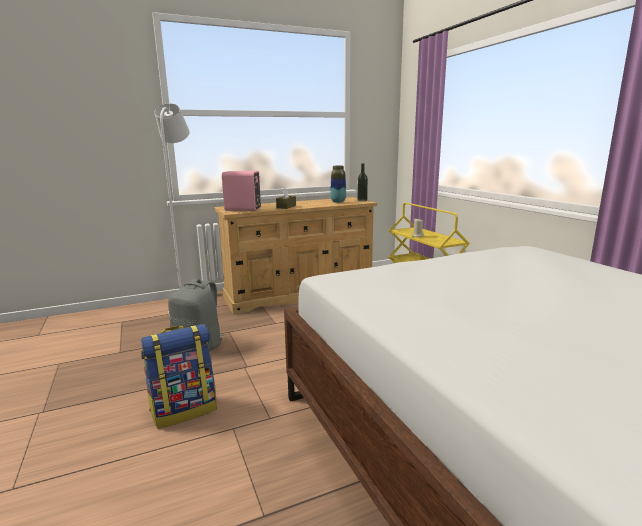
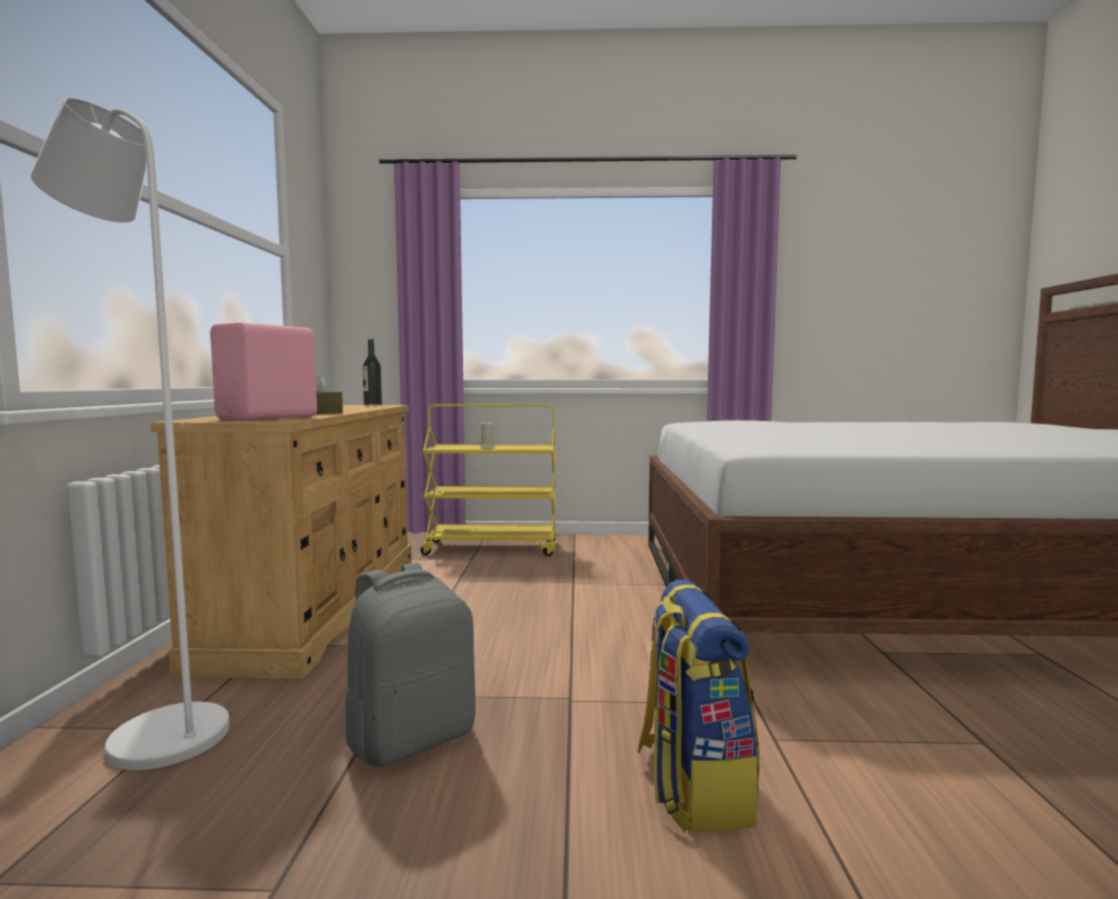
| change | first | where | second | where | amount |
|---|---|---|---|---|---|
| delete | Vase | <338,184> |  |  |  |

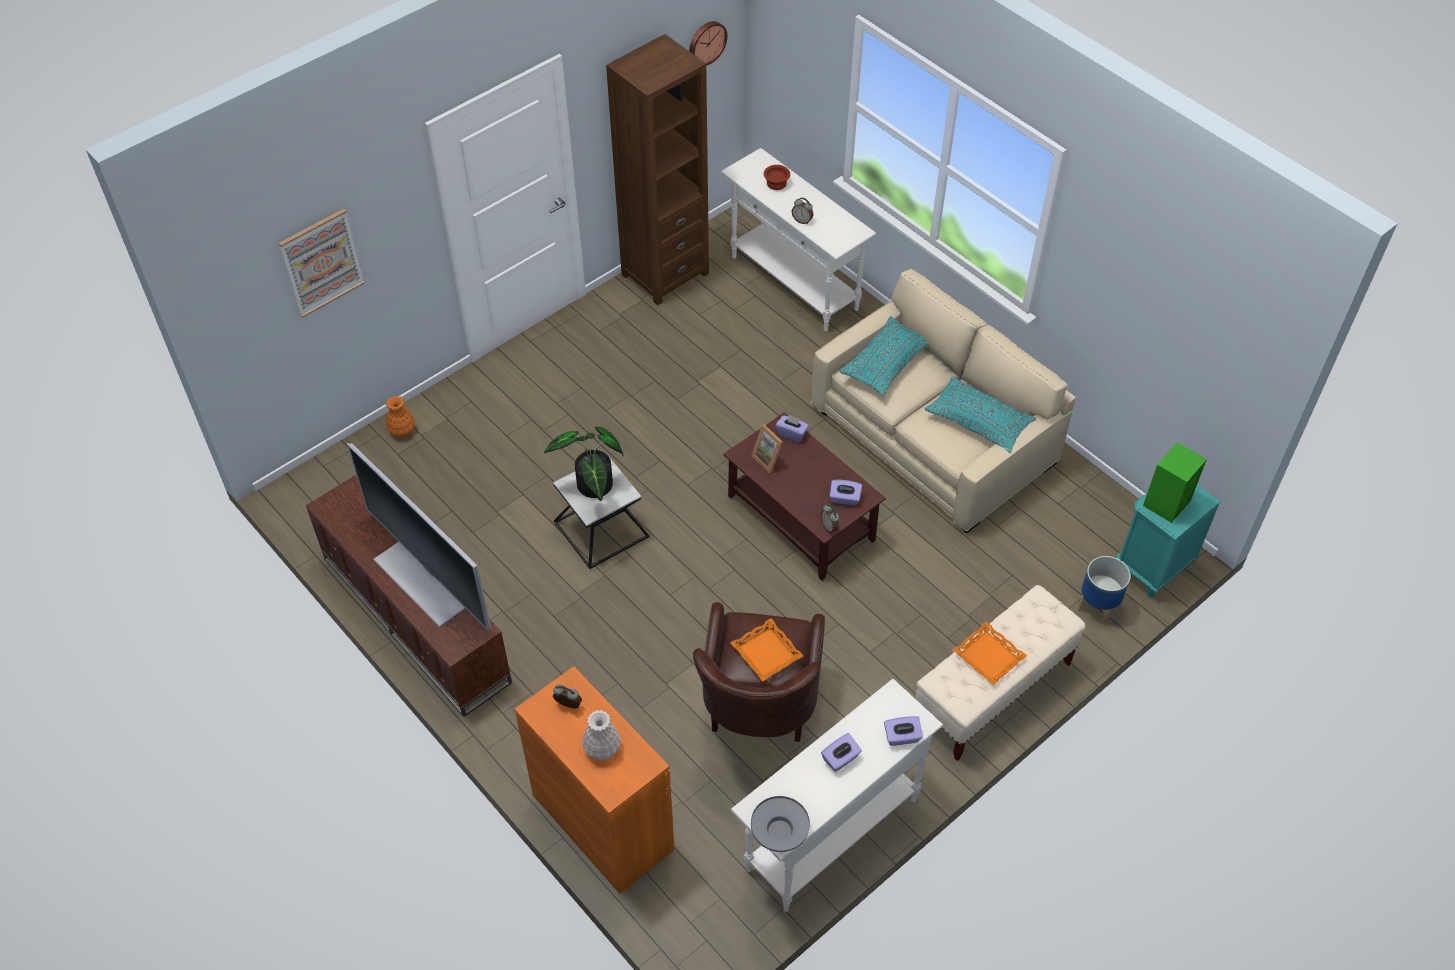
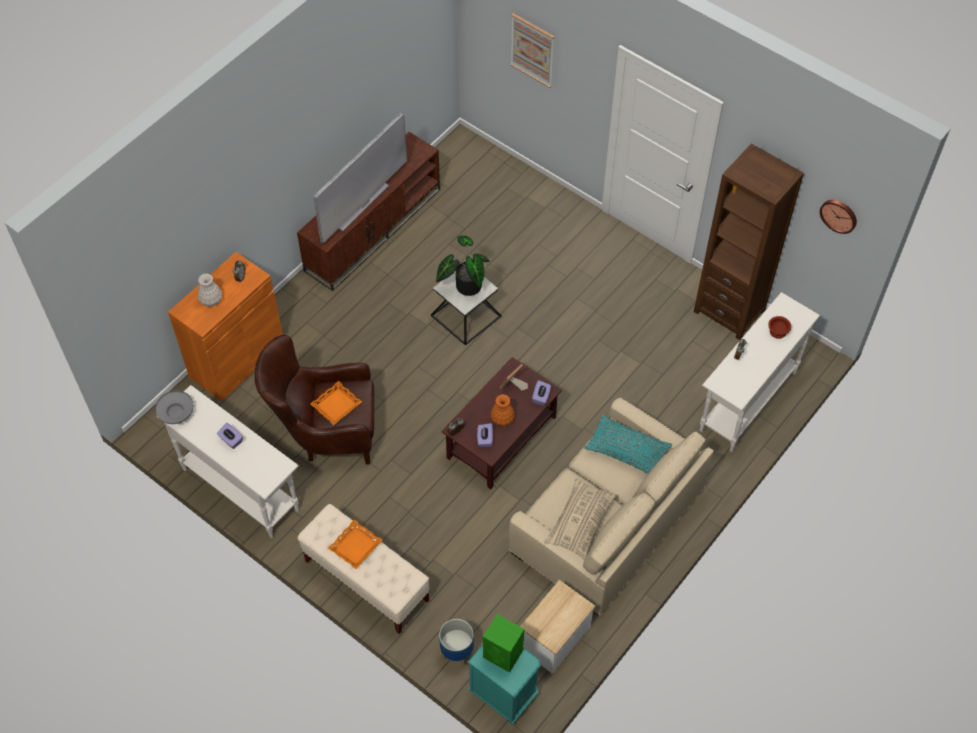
| change | first | where | second | where | amount |
|---|---|---|---|---|---|
| recolor | Kissen [türkis] | <980,414> | Kissen [beige] | <580,519> |  |
| move | Vase [orange] | <400,417> |  | <503,410> |  |
| delete | Taschentuchbox [lila] | <903,731> |  |  |  |
| insert |  |  | Beistelltisch | <557,627> |  |

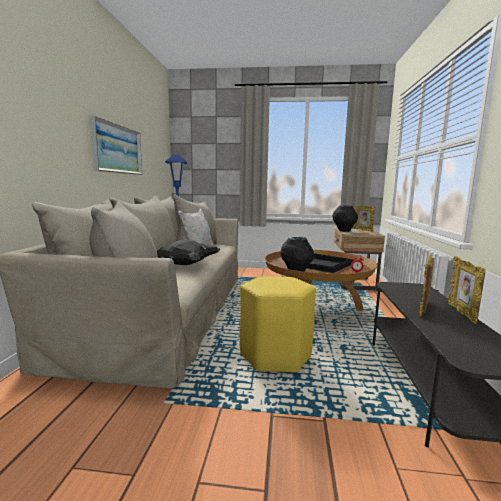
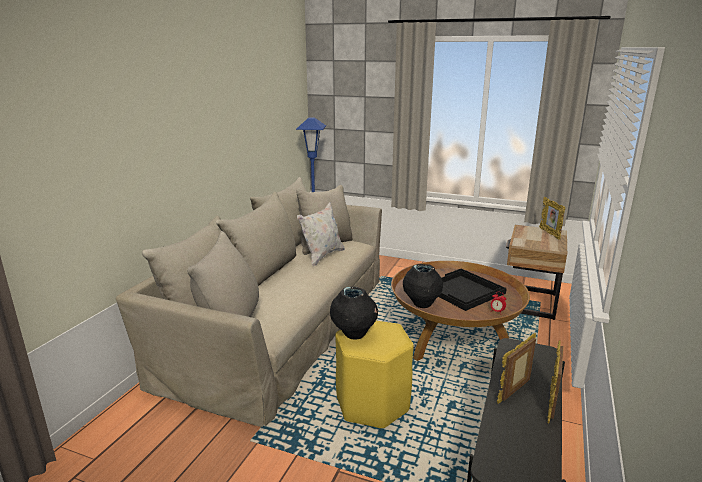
| change | first | where | second | where | amount |
|---|---|---|---|---|---|
| delete | Bild | <116,145> |  |  |  |
| move | Vase [schwarz] | <345,218> |  | <354,313> |  |
| delete | Kissen [schwarz] | <189,252> |  |  |  |

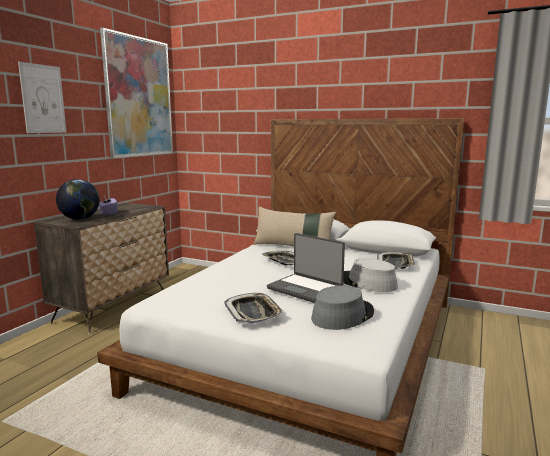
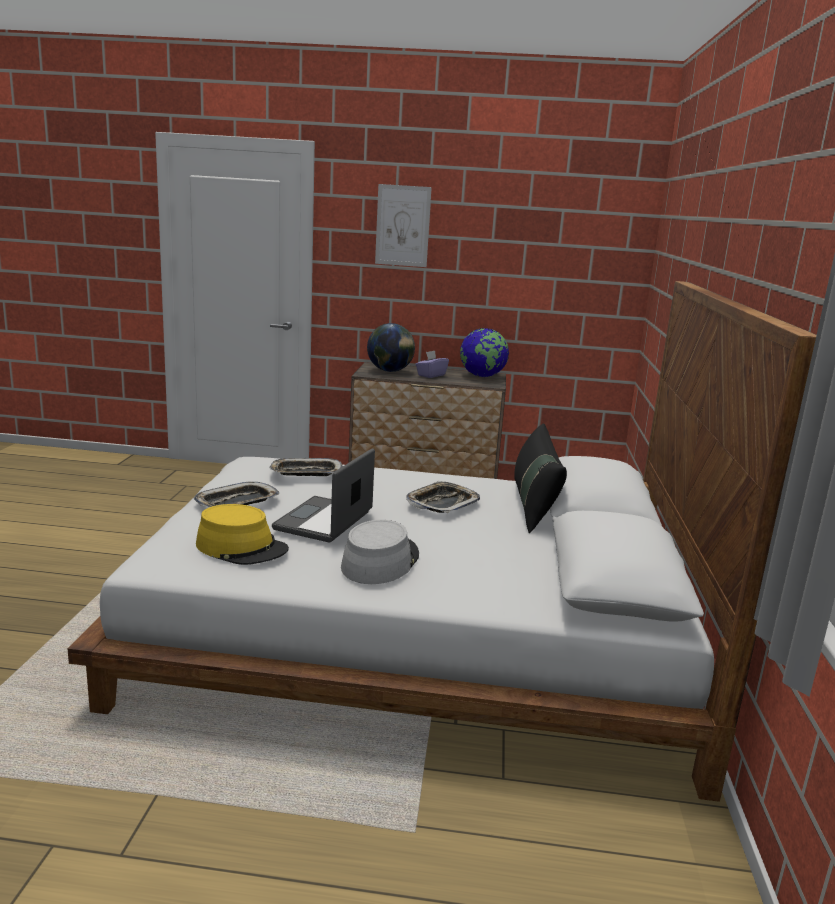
| change | first | where | second | where | amount |
|---|---|---|---|---|---|
| delete | Bild | <136,93> |  |  |  |
| recolor | Kissen [beige] | <295,226> | Kissen [schwarz] | <541,478> |  |
| move | Tablett | <396,260> |  | <306,467> |  |
| recolor | Hut [grau] | <342,307> | Hut [gelb] | <242,534> |  |
| insert |  |  | Globus | <484,352> |  |

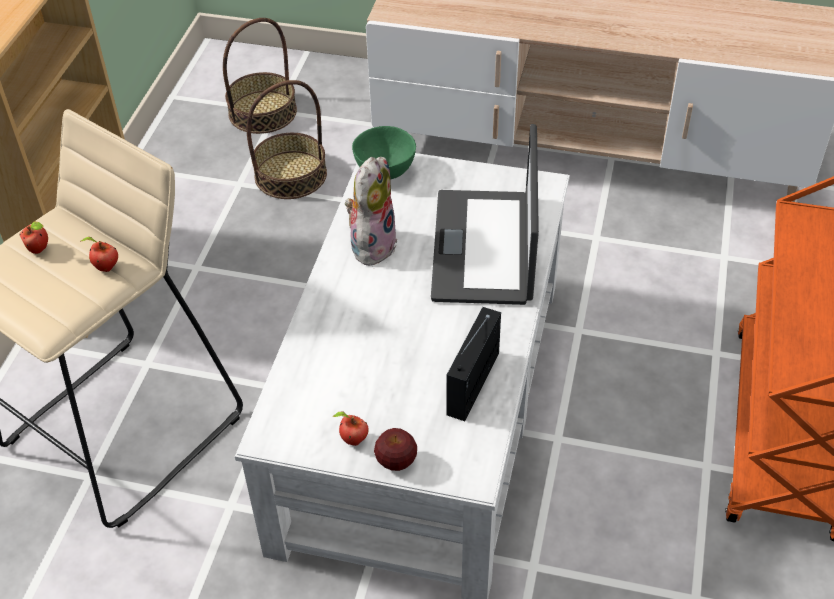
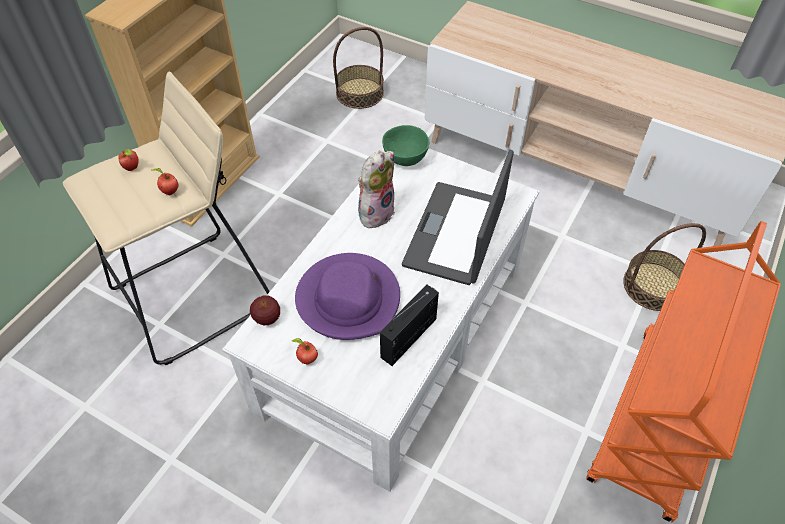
| change | first | where | second | where | amount |
|---|---|---|---|---|---|
| move | Korb | <286,139> |  | <664,267> |  |
| move | Apfel | <395,449> |  | <265,310> |  |
| insert |  |  | Hut [lila] | <347,296> |  |

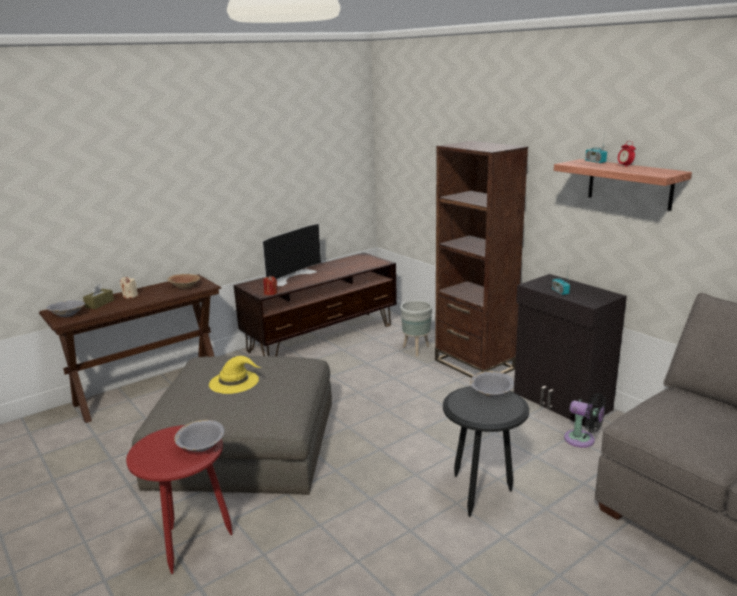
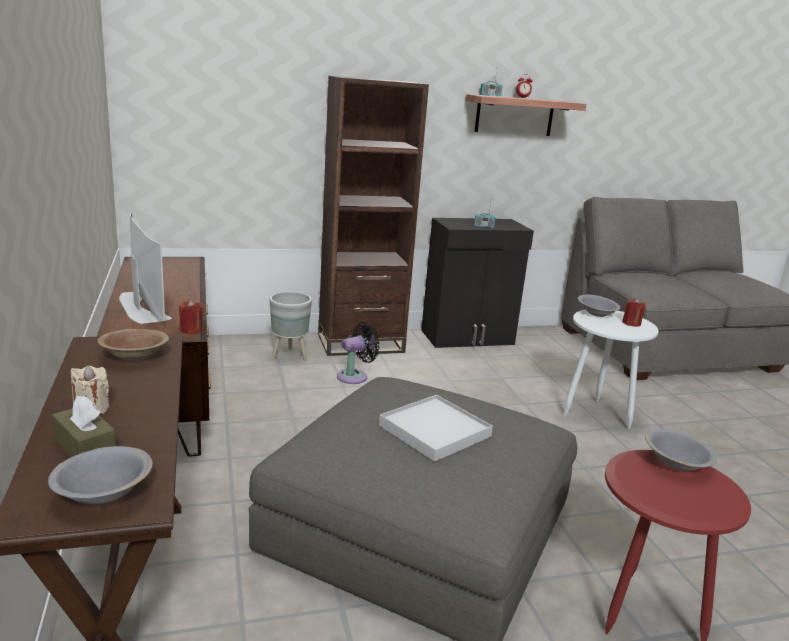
| change | first | where | second | where | amount |
|---|---|---|---|---|---|
| replace | Hut [gelb] | <235,375> | Tablett [weiß] | <436,428> |  |
| recolor | Beistelltisch [schwarz] | <486,451> | Beistelltisch [weiß] | <611,370> |  |
| move | Ventilator [schwarz] | <585,420> |  | <358,353> |  |
| insert |  |  | Kerze [rot] | <634,312> |  |

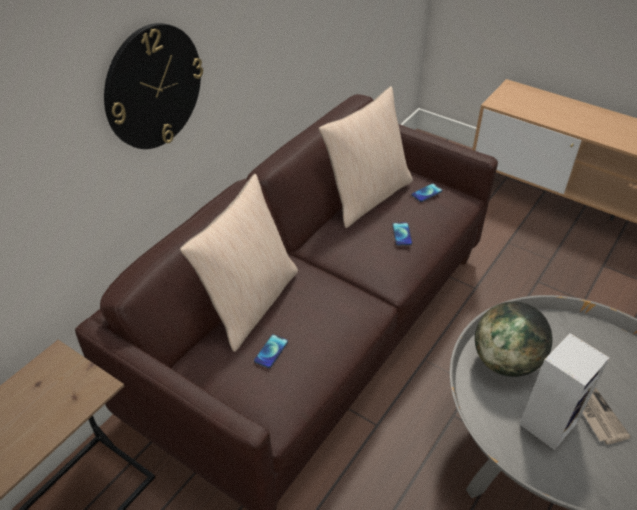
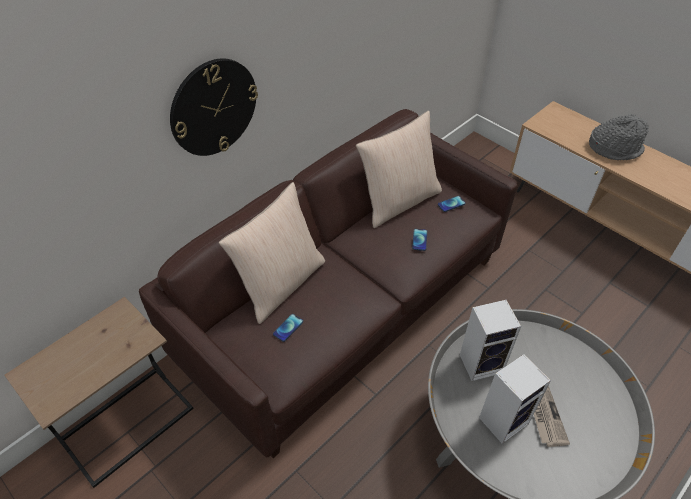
| change | first | where | second | where | amount |
|---|---|---|---|---|---|
| replace | Globus | <514,339> | Lautsprecher | <490,340> |  |
| insert |  |  | Hut [grau] | <619,137> |  |

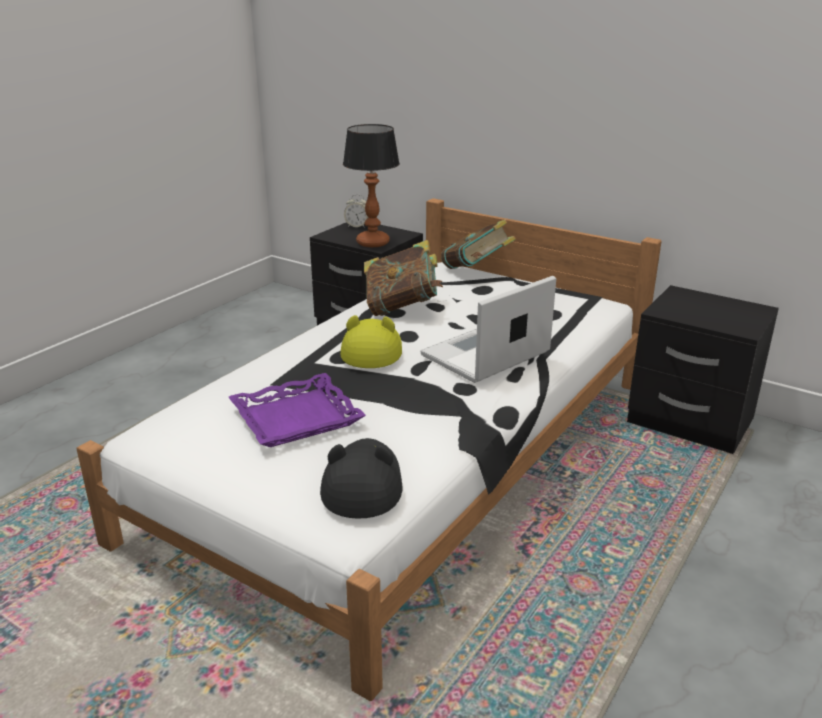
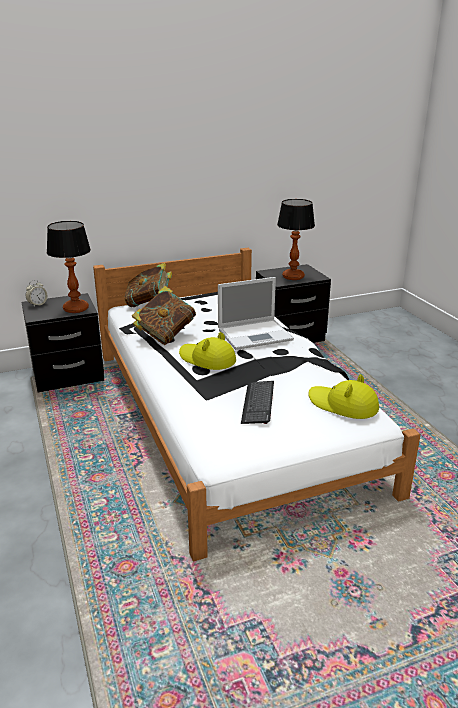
| change | first | where | second | where | amount |
|---|---|---|---|---|---|
| rotate | Laptop | <488,329> |  | <256,313> | 105 degrees counterclockwise |
| replace | Tablett [lila] | <297,410> | Tastatur | <257,402> |  |
| recolor | Hut [schwarz] | <361,478> | Hut [gelb] | <343,396> |  |
| insert |  |  | Tischlampe | <296,239> |  |

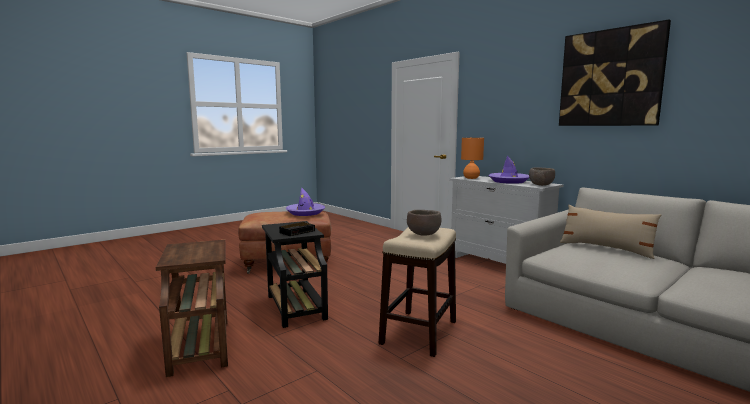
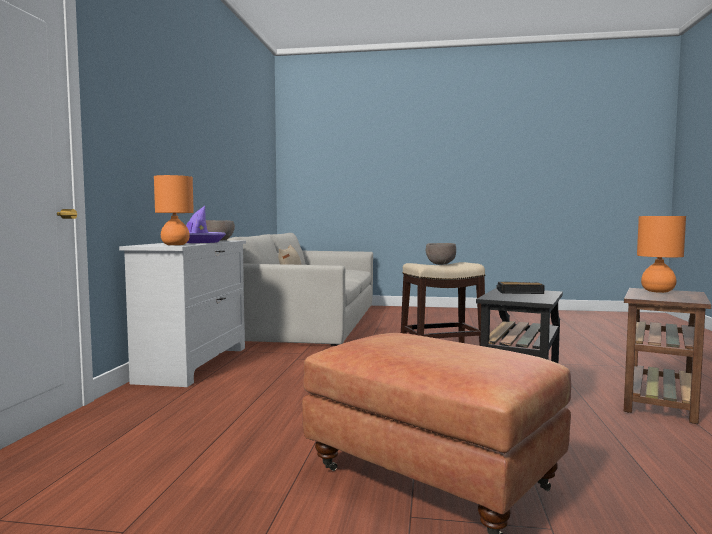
| change | first | where | second | where | amount |
|---|---|---|---|---|---|
| delete | Bild | <615,73> |  |  |  |
| delete | Hut [lila] | <305,201> |  |  |  |
| insert |  |  | Tischlampe [orange] | <661,254> |  |

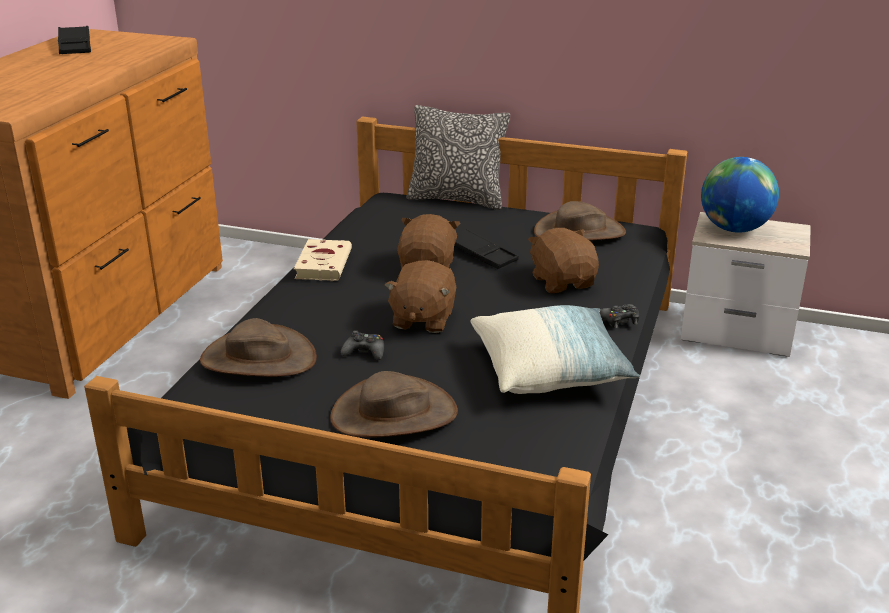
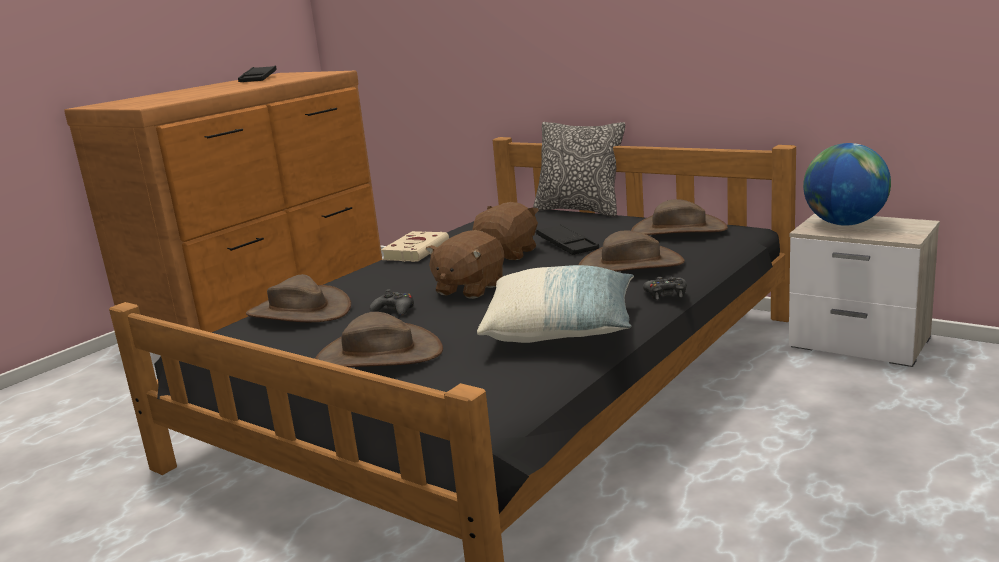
| change | first | where | second | where | amount |
|---|---|---|---|---|---|
| replace | Plüschtier [braun] | <563,260> | Hut [braun] | <632,251> |  |

